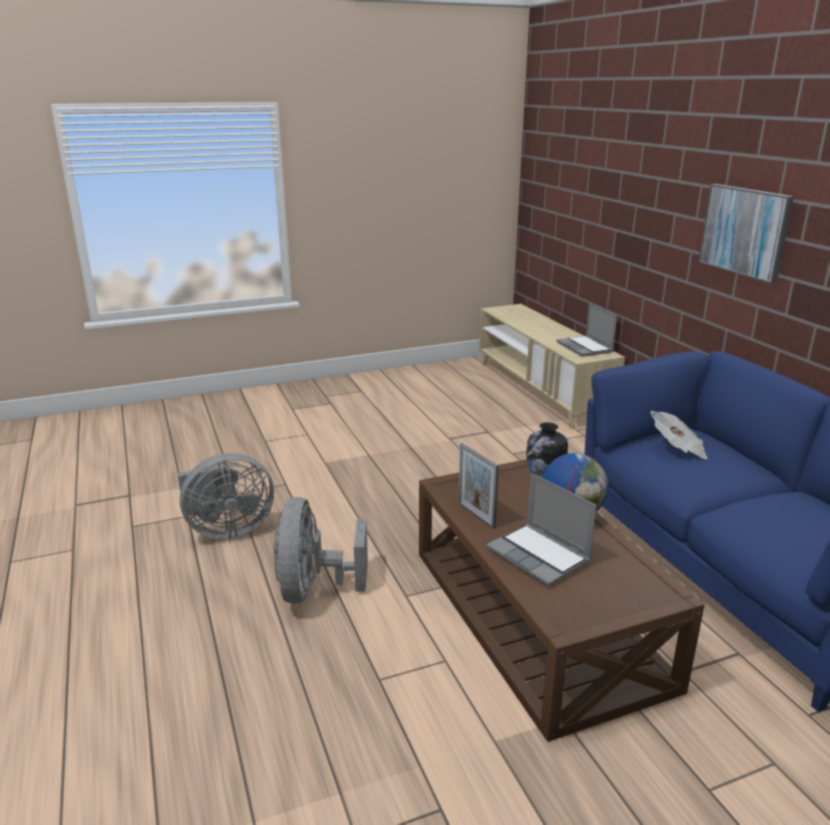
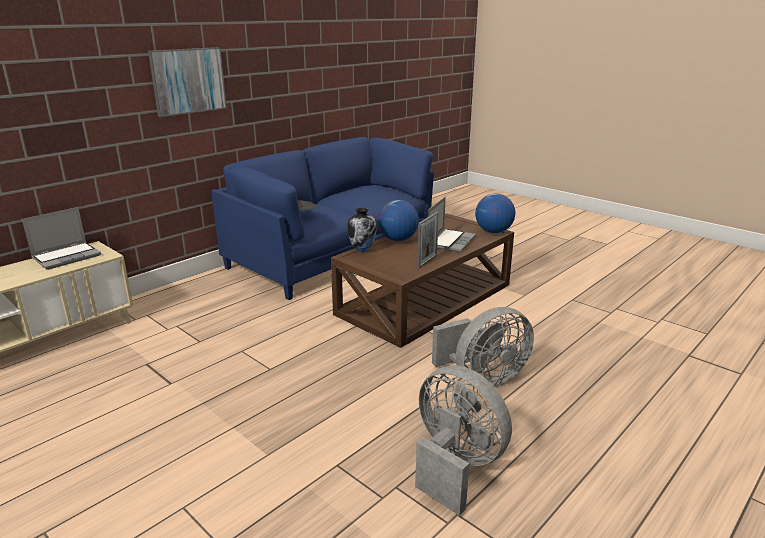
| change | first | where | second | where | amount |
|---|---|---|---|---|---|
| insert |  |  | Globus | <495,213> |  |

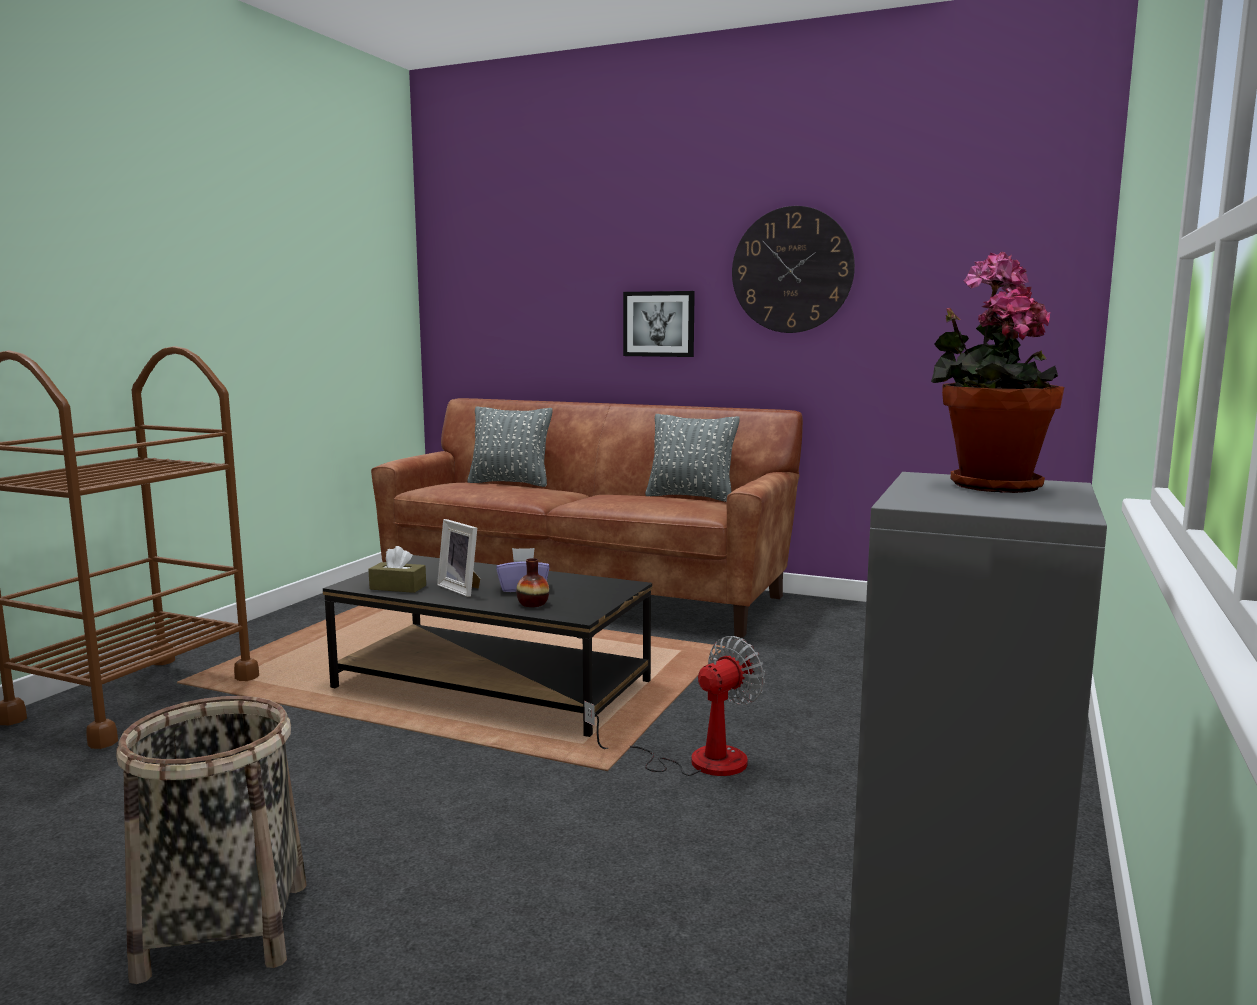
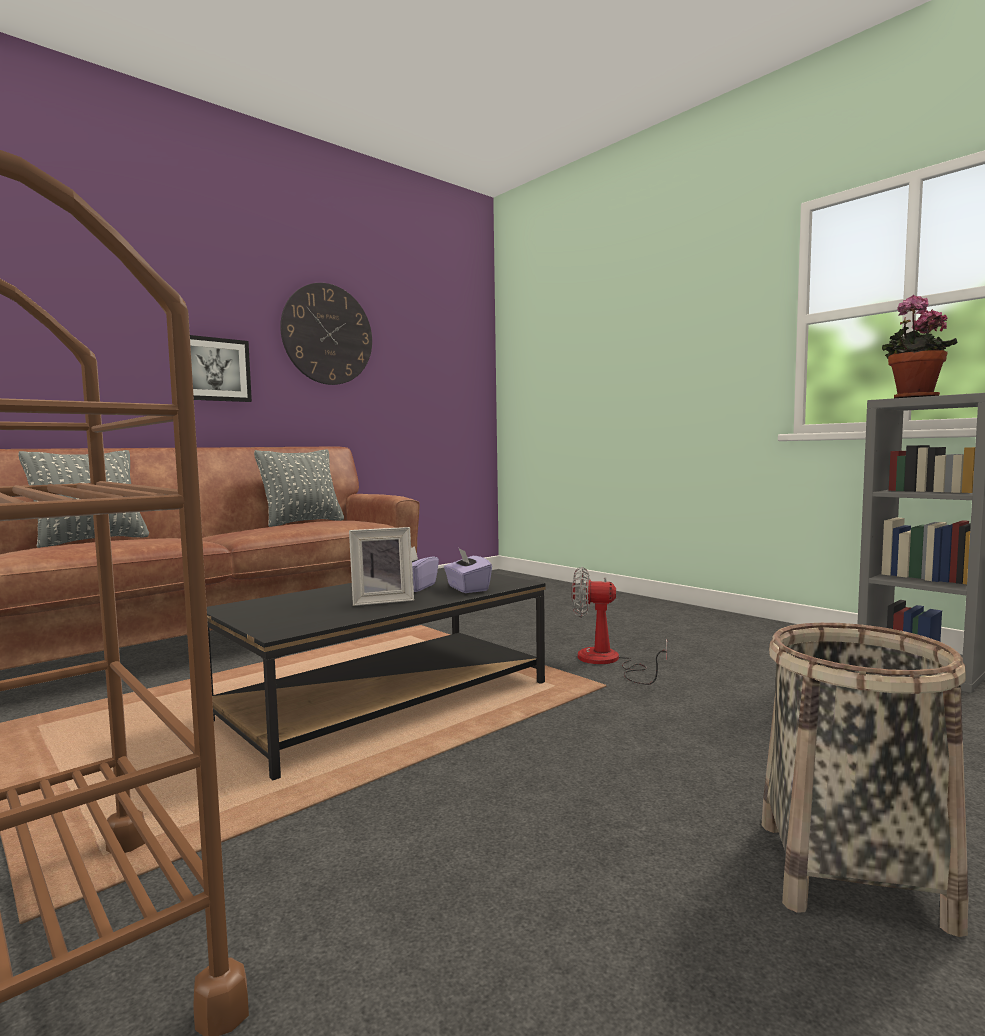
| change | first | where | second | where | amount |
|---|---|---|---|---|---|
| delete | Taschentuchbox [braun] | <397,569> |  |  |  |
| replace | Vase | <532,582> | Taschentuchbox [lila] | <468,571> |  |
| rotate | Ventilator | <674,706> |  | <619,626> | 60 degrees counterclockwise |

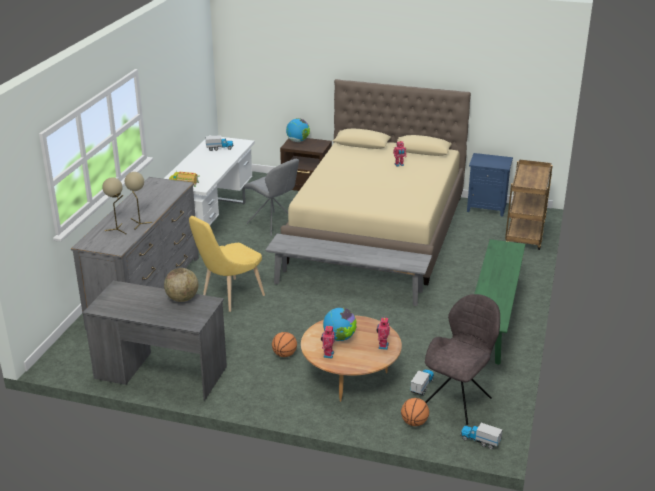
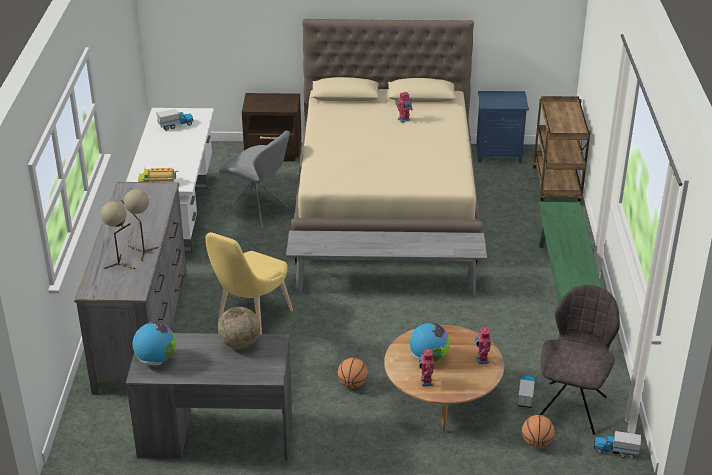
| change | first | where | second | where | amount |
|---|---|---|---|---|---|
| move | Globus | <298,130> |  | <154,343> |  |

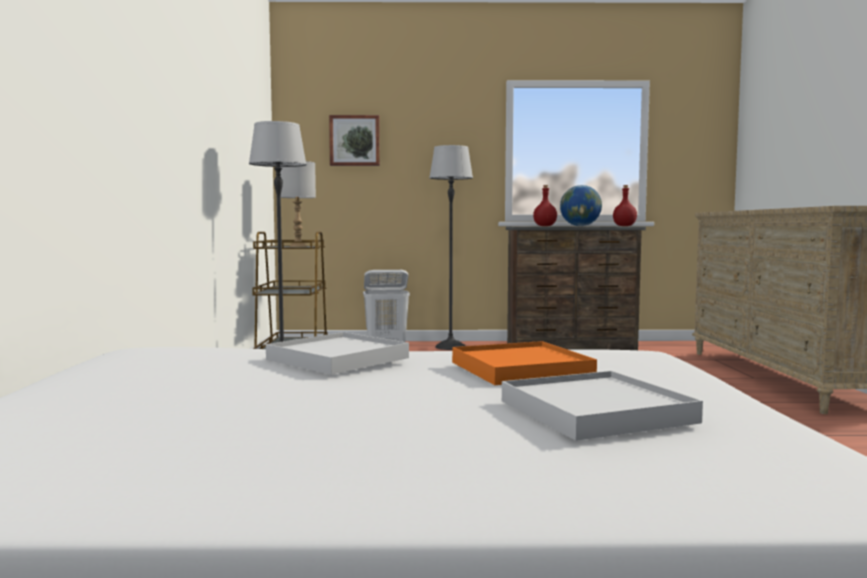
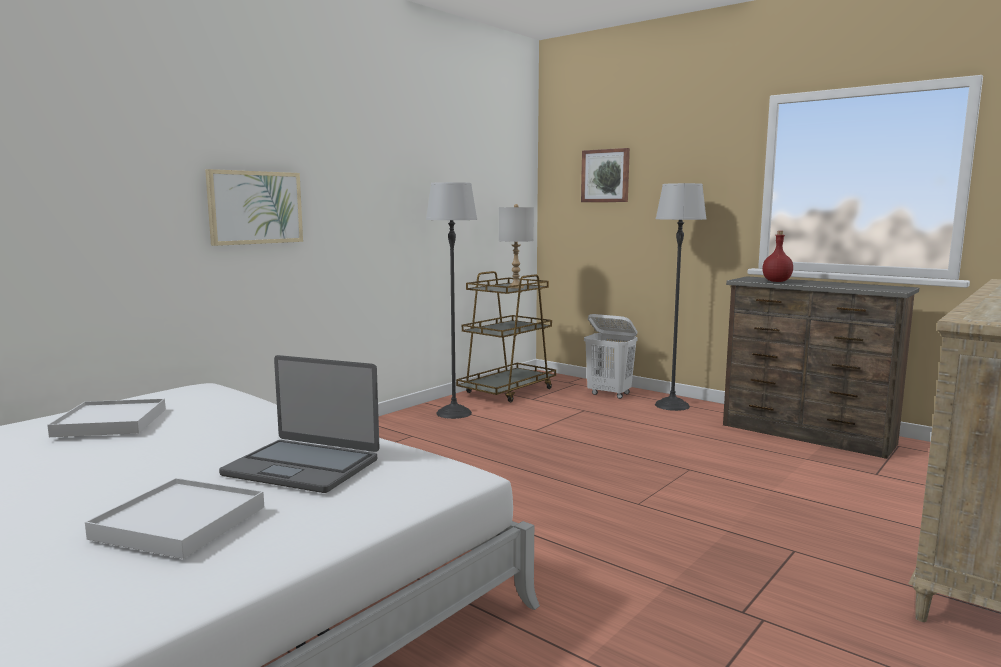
| change | first | where | second | where | amount |
|---|---|---|---|---|---|
| delete | Globus | <581,205> |  |  |  |
| delete | Flasche [rot] | <625,205> |  |  |  |
| move | Tablett [weiß] | <337,353> |  | <106,418> |  |
| replace | Tablett [orange] | <524,363> | Laptop | <299,424> |  |
| insert |  |  | Bild | <254,207> |  |

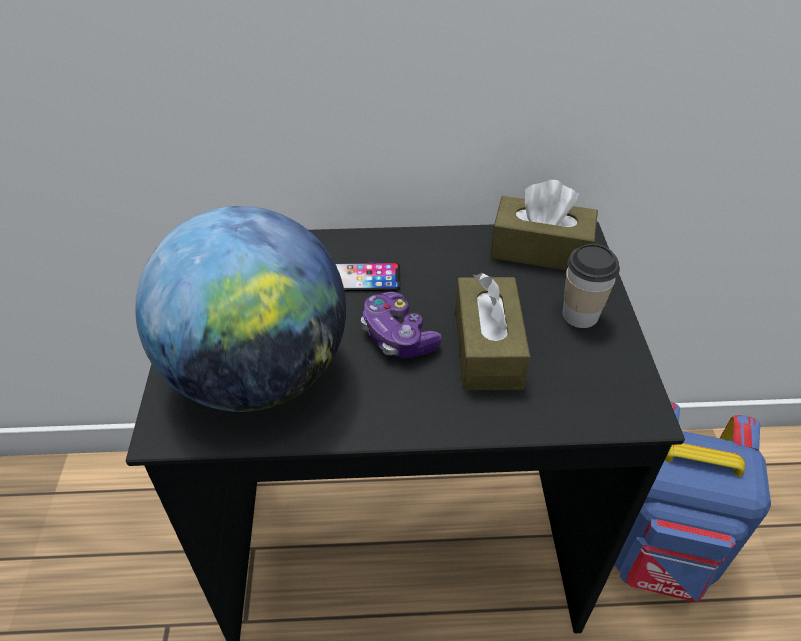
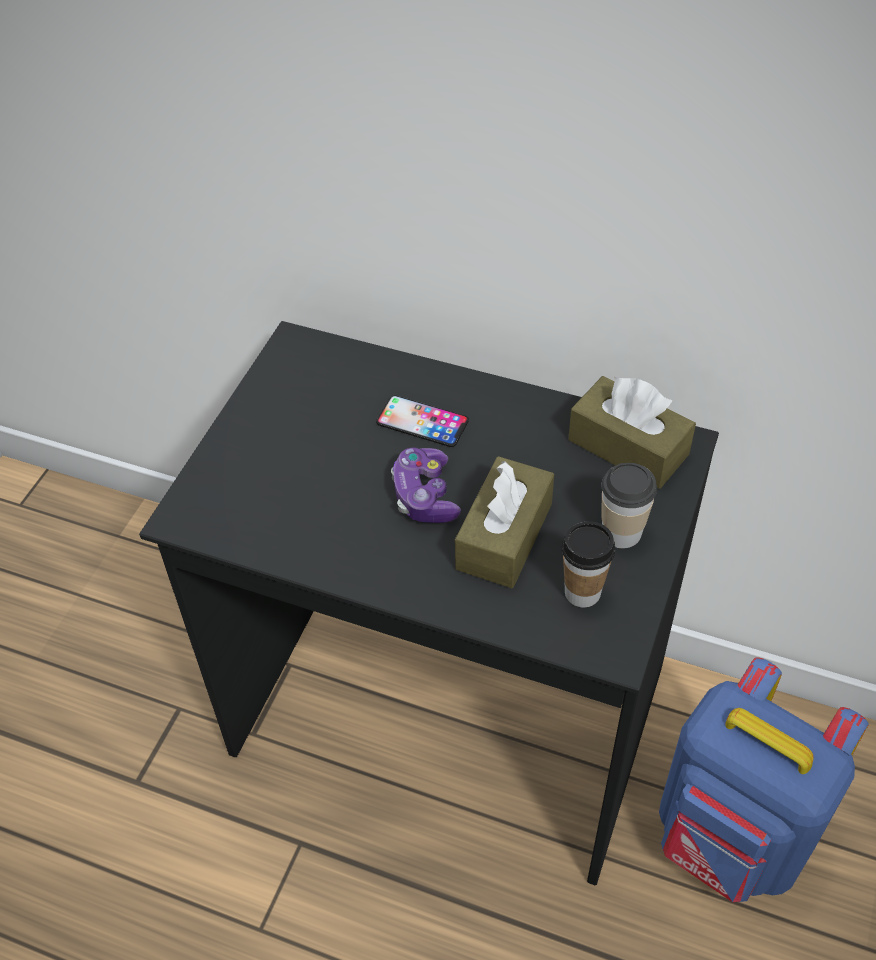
| change | first | where | second | where | amount |
|---|---|---|---|---|---|
| delete | Globus | <240,309> |  |  |  |
| insert |  |  | Tasse | <588,564> |  |

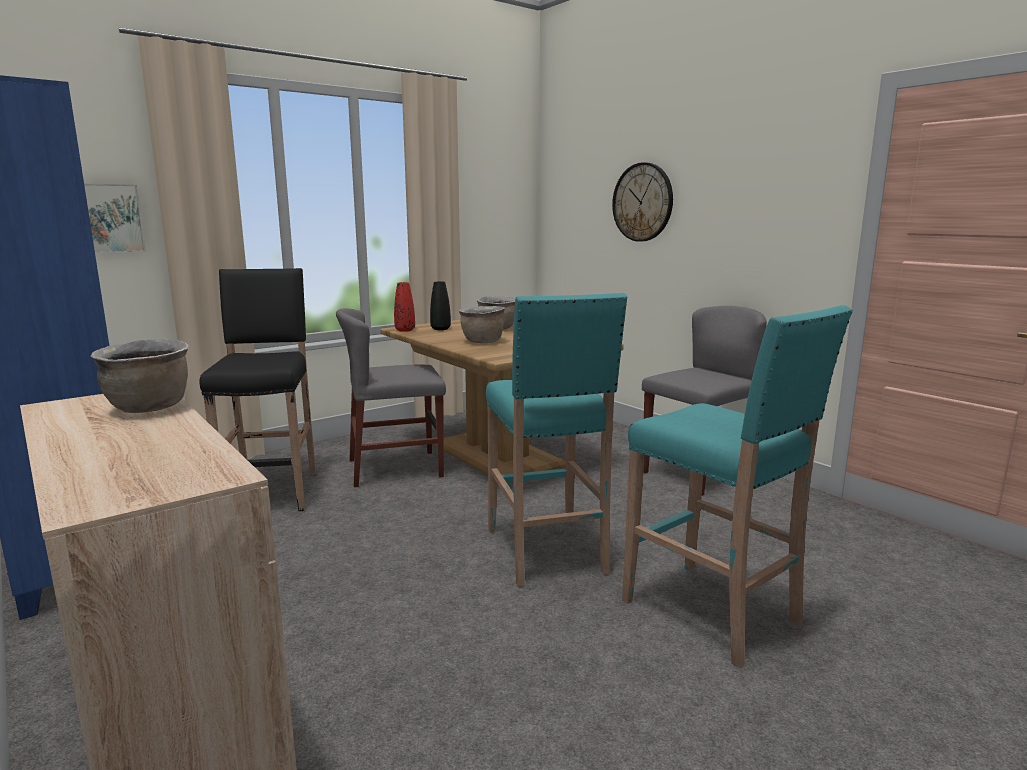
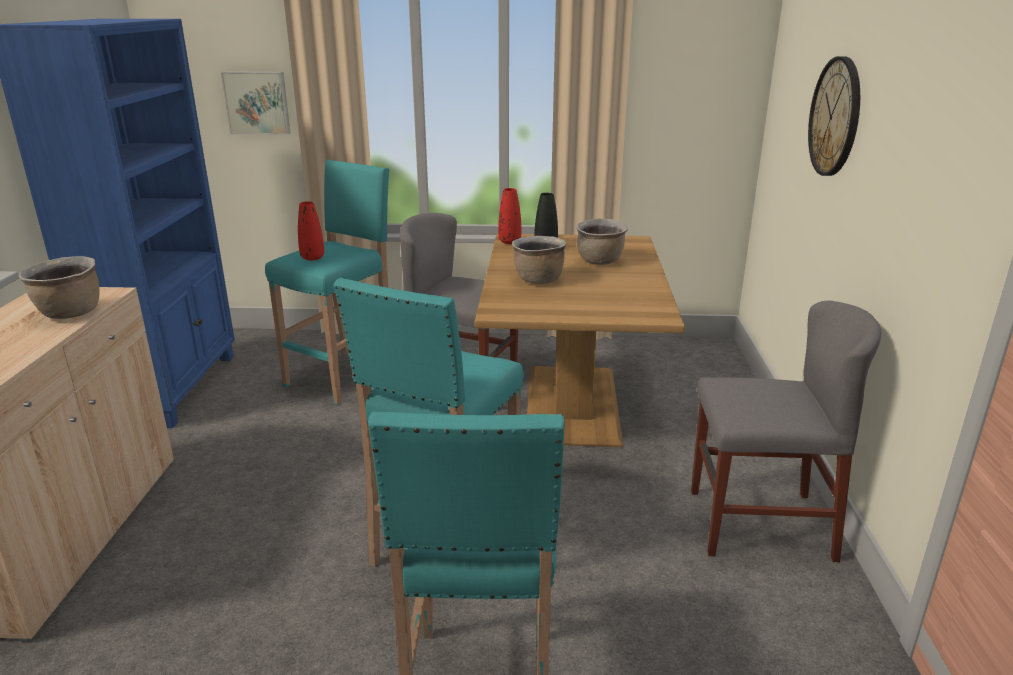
| change | first | where | second | where | amount |
|---|---|---|---|---|---|
| recolor | Hocker [schwarz] | <258,389> | Hocker [türkis] | <327,282> |  |
| insert |  |  | Vase [rot] | <311,231> |  |

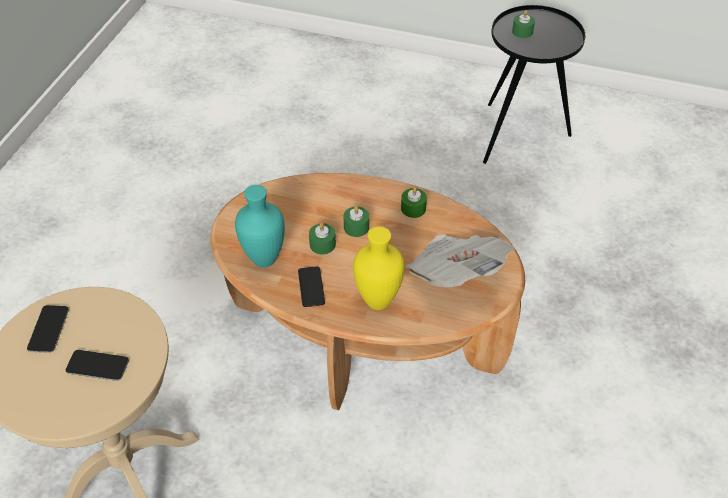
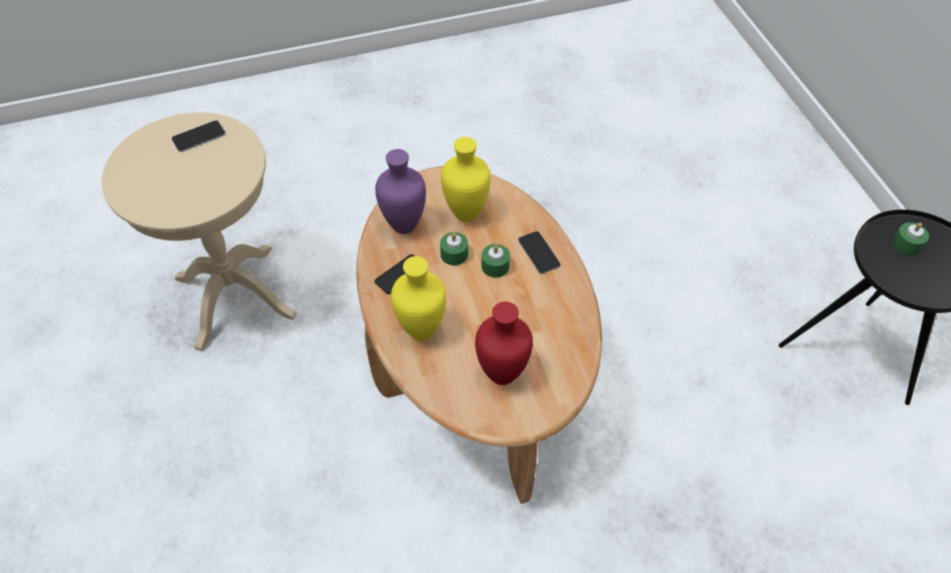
| change | first | where | second | where | amount |
|---|---|---|---|---|---|
| recolor | Vase [türkis] | <260,226> | Vase [lila] | <400,191> |  |
| delete | Kerze [grün] | <414,202> |  |  |  |
| replace | Zeitung | <459,261> | Vase [rot] | <504,343> |  |
| move | Handy | <97,365> |  | <539,252> |  |
| insert |  |  | Vase [gelb] | <466,179> |  |

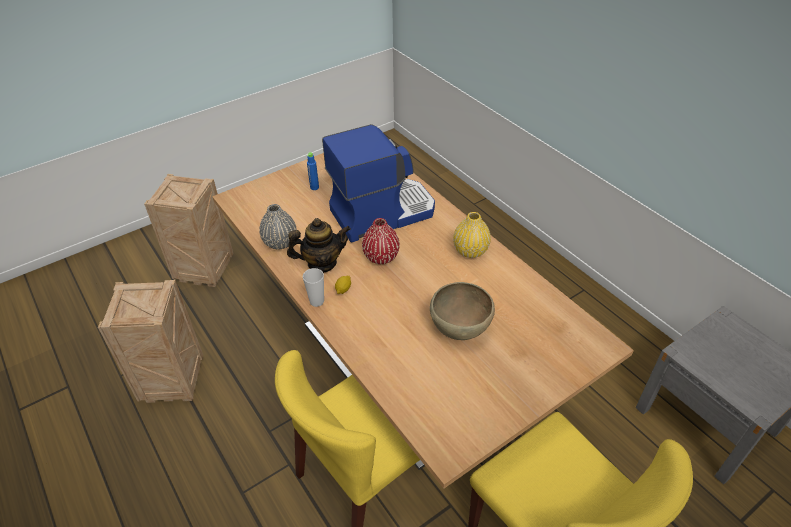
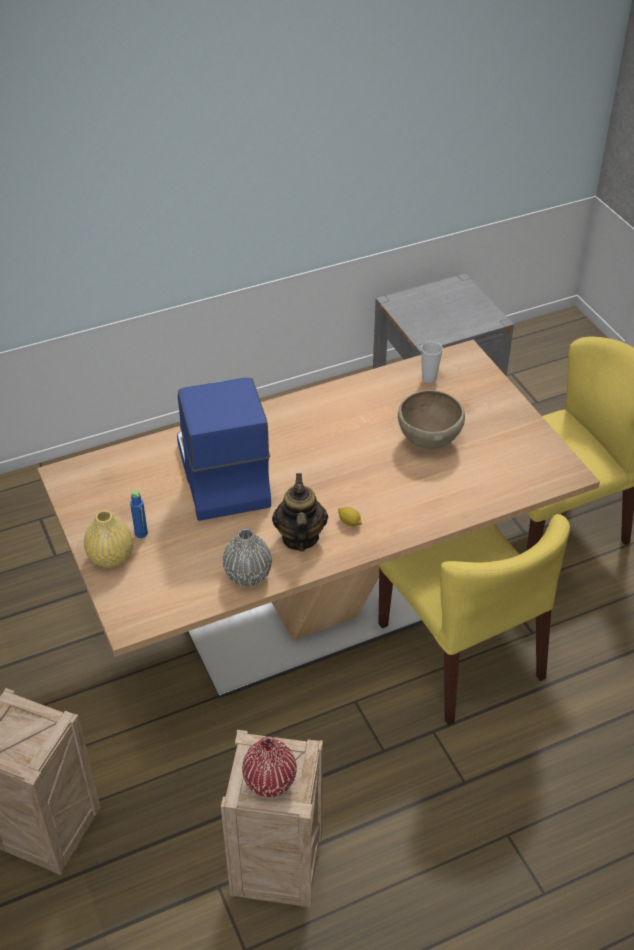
| change | first | where | second | where | amount |
|---|---|---|---|---|---|
| move | Vase [gelb] | <472,235> |  | <108,539> |  |
| move | Vase [rot] | <381,241> |  | <269,766> |  |
| move | Tasse | <313,287> |  | <432,362> |  |

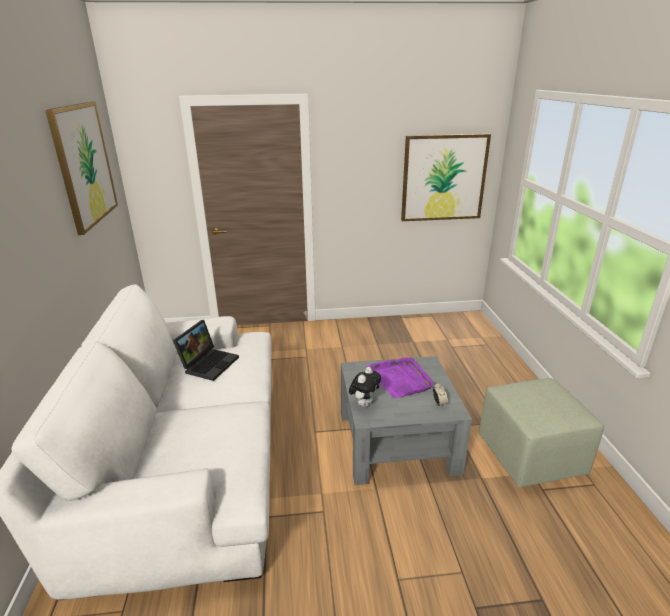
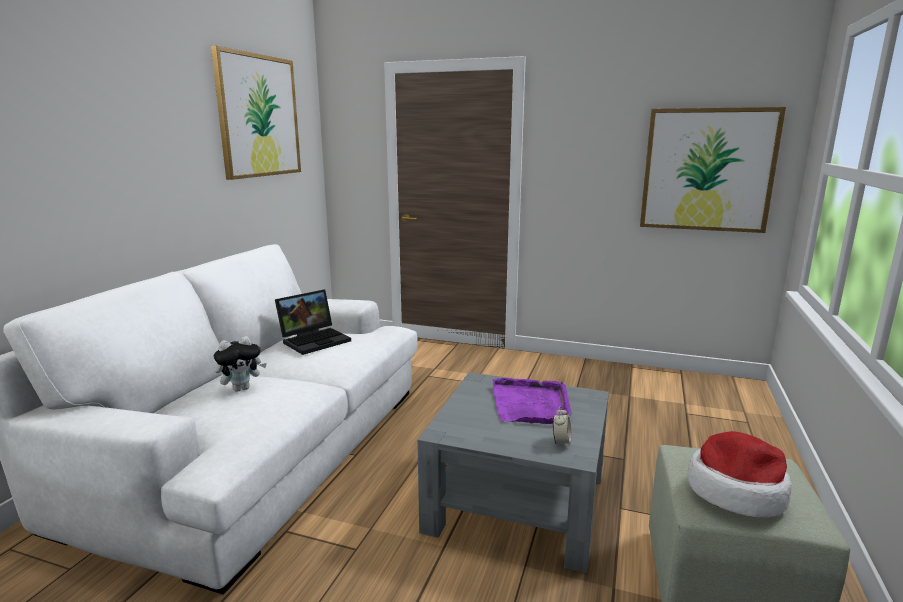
| change | first | where | second | where | amount |
|---|---|---|---|---|---|
| move | Plüschtier | <365,387> |  | <240,364> |  |
| insert |  |  | Hut | <739,474> |  |

